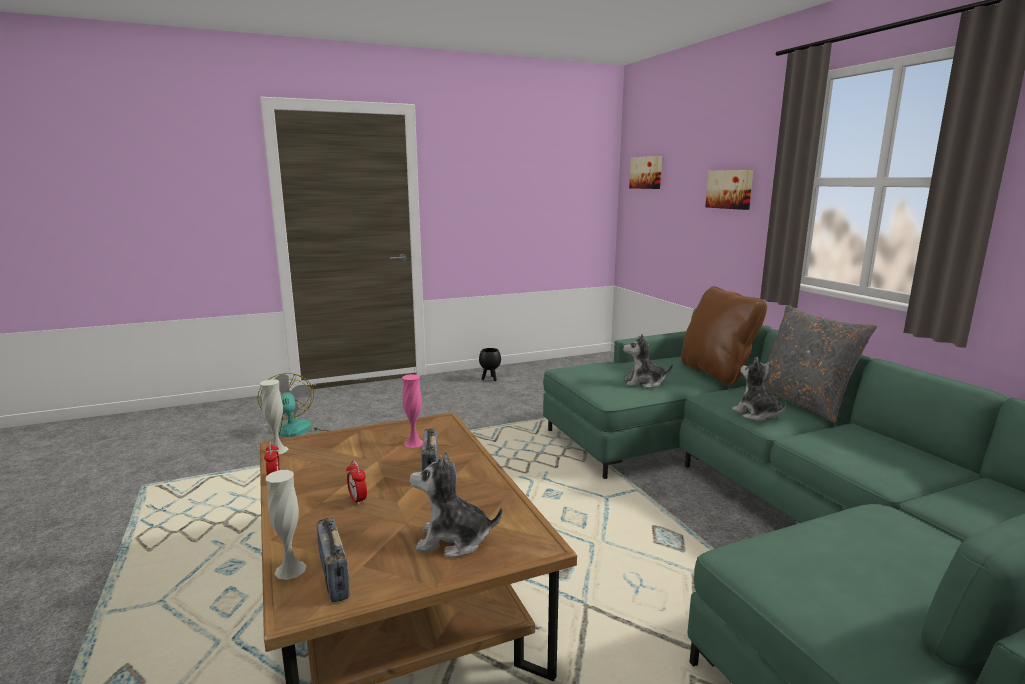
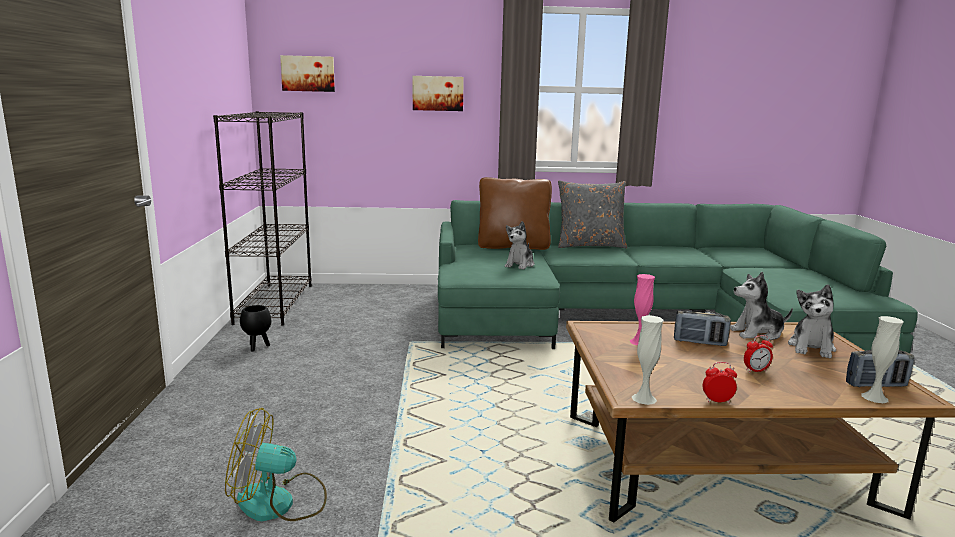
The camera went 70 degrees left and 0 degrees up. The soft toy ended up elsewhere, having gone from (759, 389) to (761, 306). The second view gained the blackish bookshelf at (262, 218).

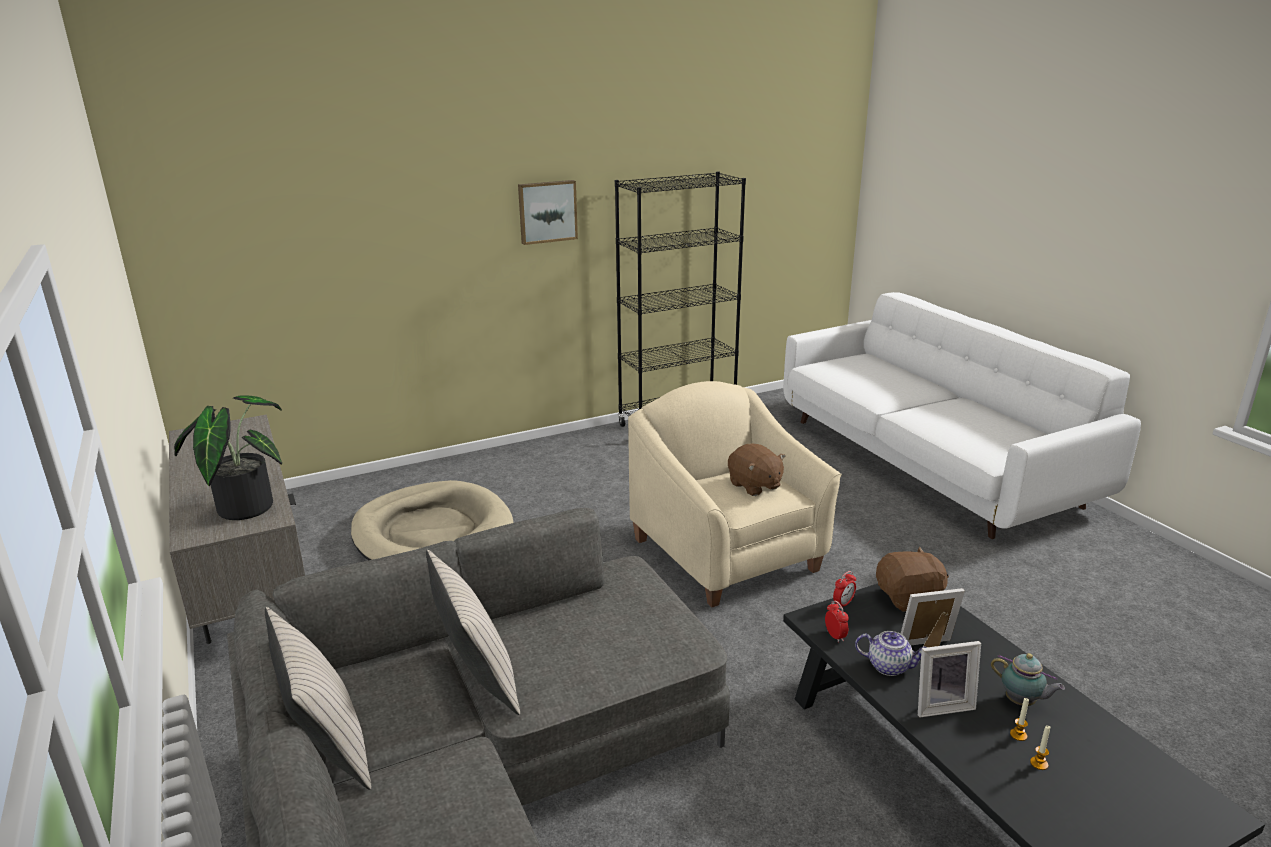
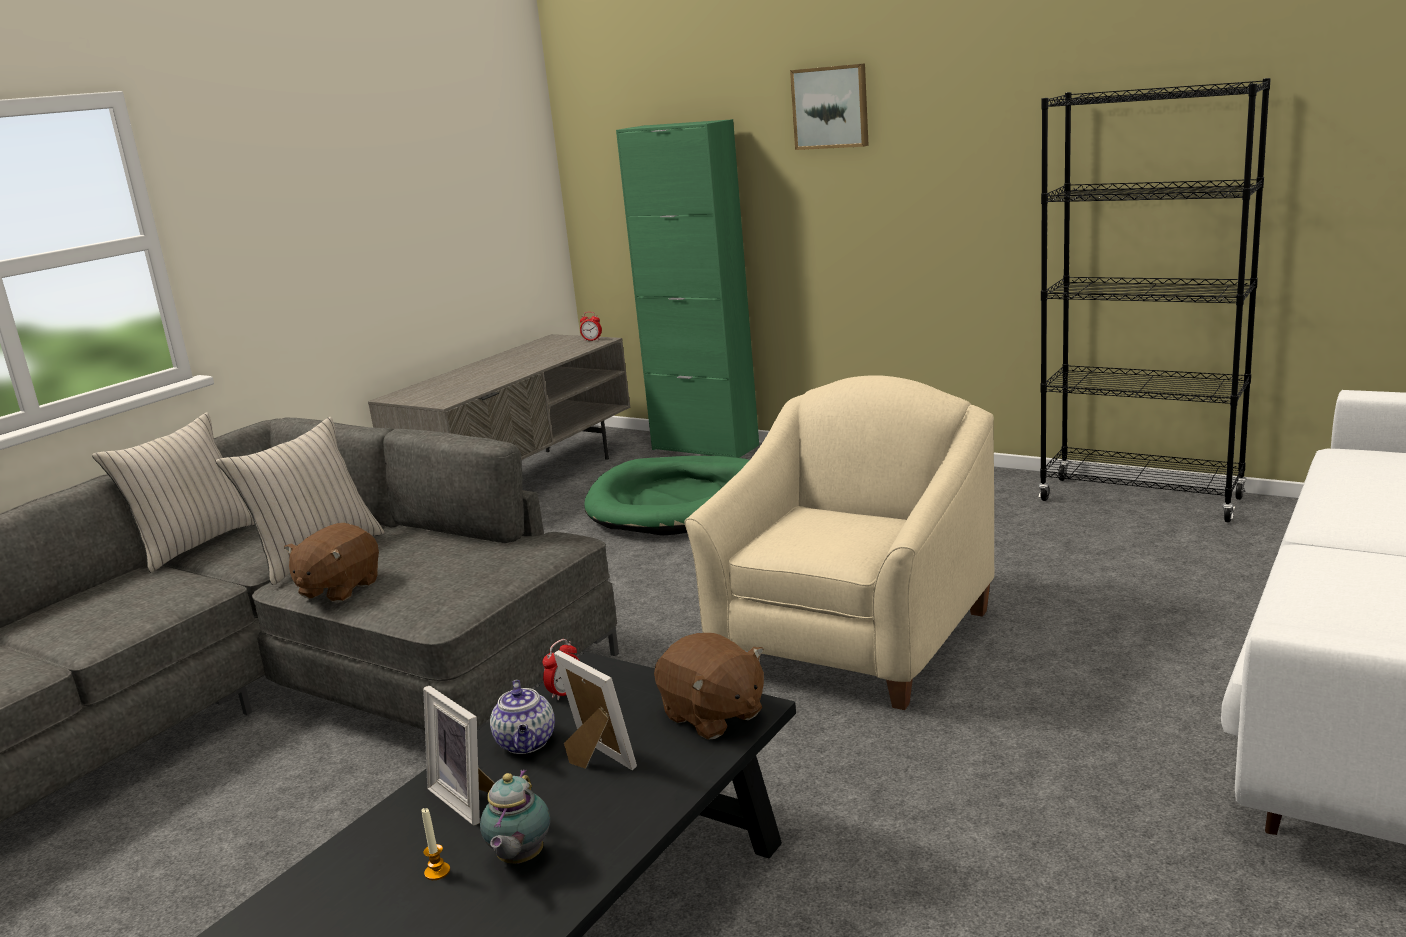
The camera went 60 degrees right and 5 degrees down. The picture ended up elsewhere, having gone from (548, 212) to (829, 106). The second view lost the potted plant at (228, 457). The brownish soft toy ended up elsewhere, having gone from (756, 469) to (331, 563). What was the sand-coloured pet bed at (432, 520) turned into the green pet bed at (666, 495). The table clock ended up elsewhere, having gone from (844, 590) to (591, 326). The second view lost the wax candle at (1040, 747). The second view gained the green cupboard at (687, 288).

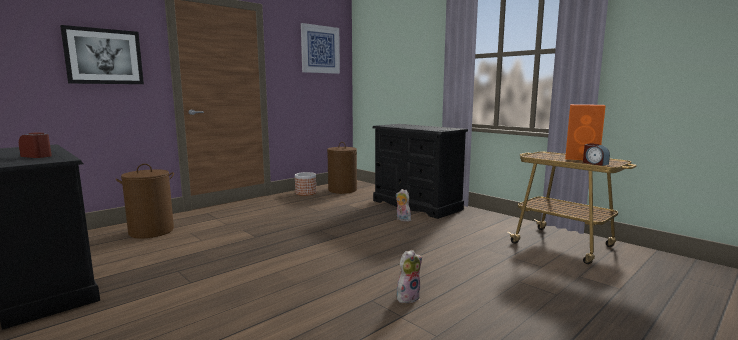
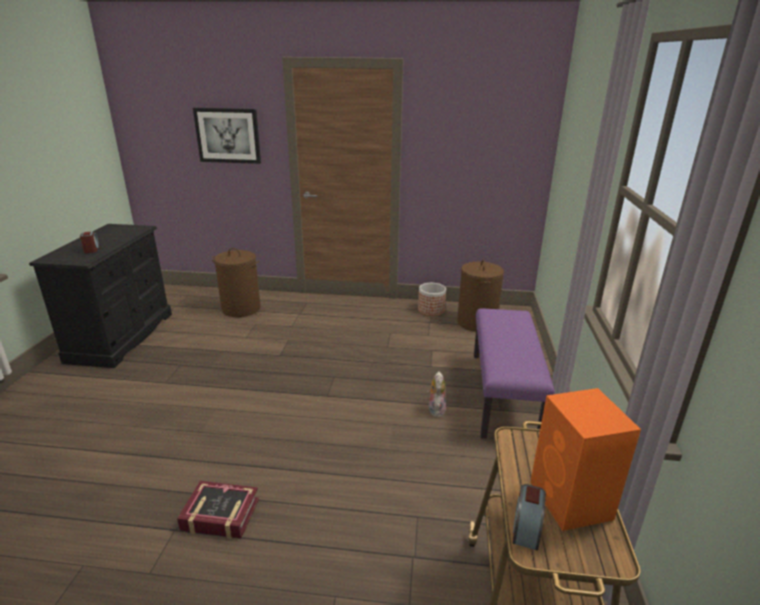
The camera went 50 degrees right and 15 degrees up. The second view lost the picture at (320, 48). Where the blackish dresser stood at (420, 171), the purplish long seat came to stand at (514, 373). Where the soft toy stood at (409, 276), the book came to stand at (218, 510).

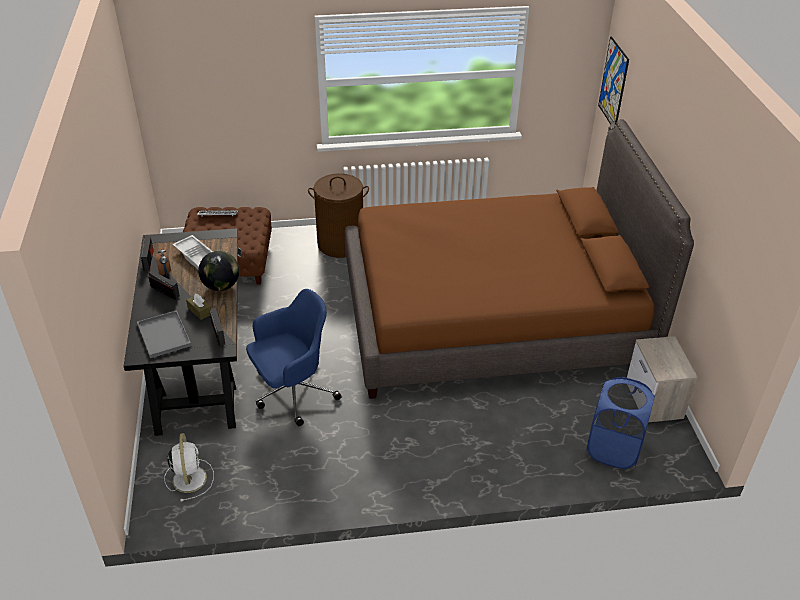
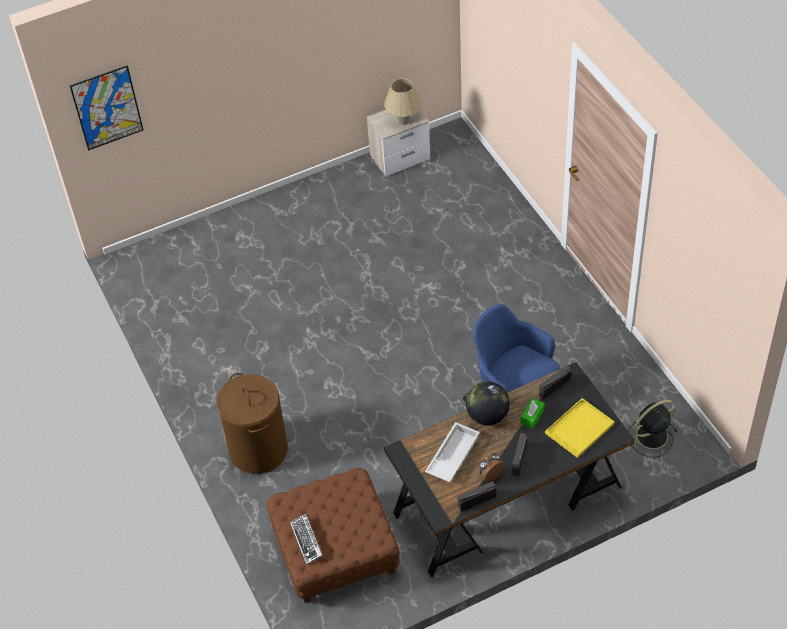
The camera went 105 degrees left and 10 degrees up. The second view lost the brownish sleeping bed at (519, 259). What was the brownish tissue box at (198, 307) turned into the green tissue box at (532, 413). What was the gray serving tray at (164, 334) turned into the yellow serving tray at (580, 428). The second view lost the blue hamper at (621, 423). What was the white fan at (189, 467) turned into the blackish fan at (652, 429). The second view gained the sand-coloured lamp for a table at (403, 101).

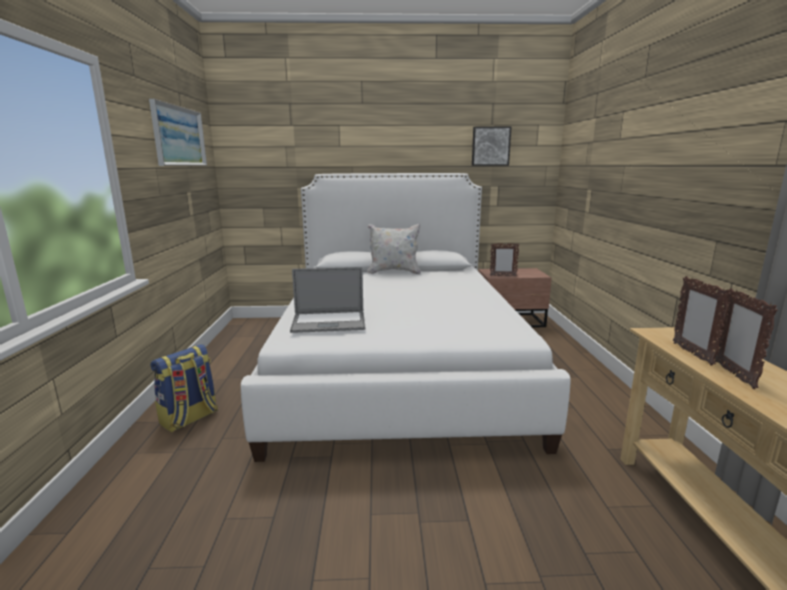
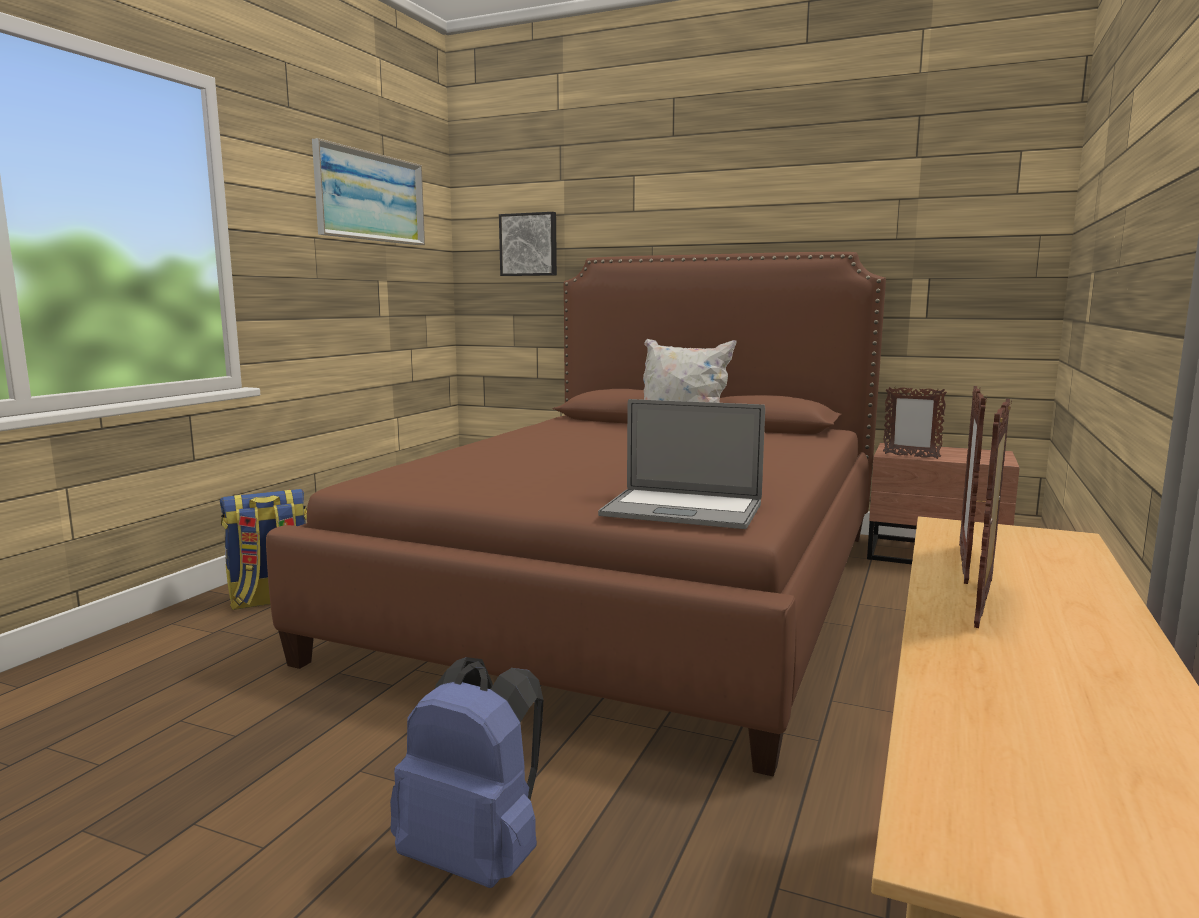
The camera went 25 degrees right and 5 degrees down. The picture ended up elsewhere, having gone from (491, 146) to (528, 244). What was the white sleeping bed at (406, 317) turned into the brownish sleeping bed at (576, 514). The notebook computer ended up elsewhere, having gone from (327, 300) to (681, 464). The second view gained the blue backpack at (466, 772).

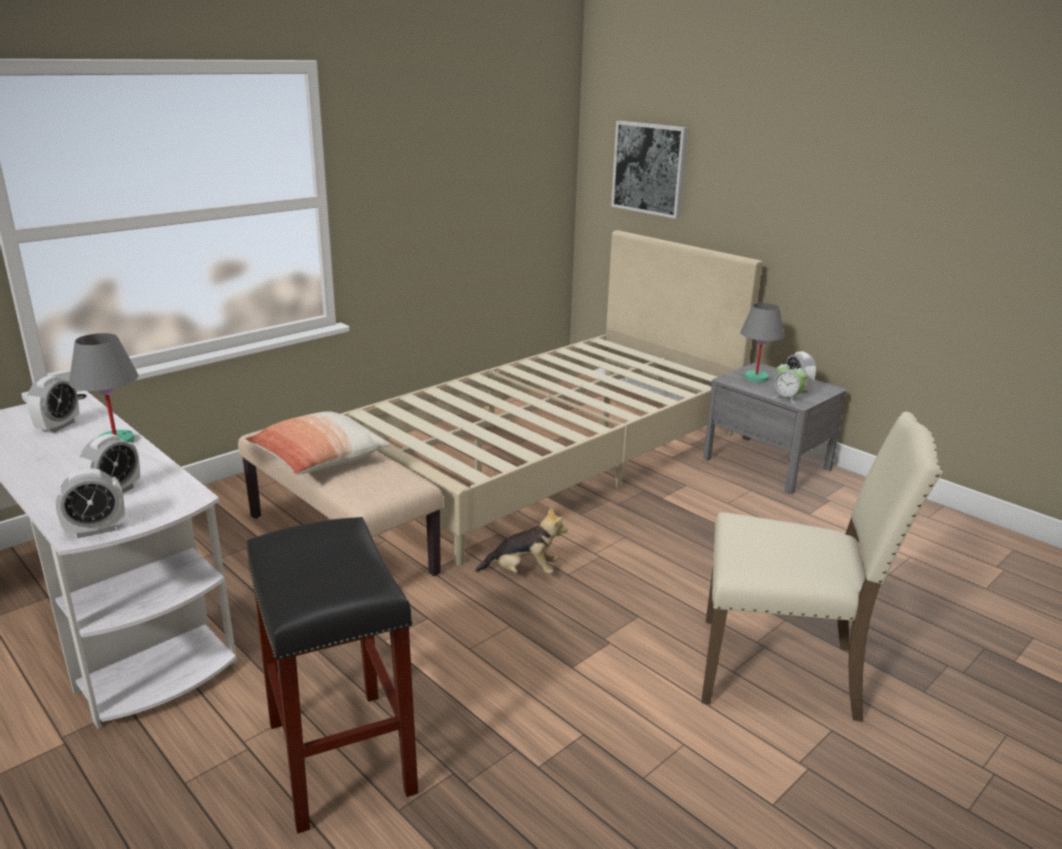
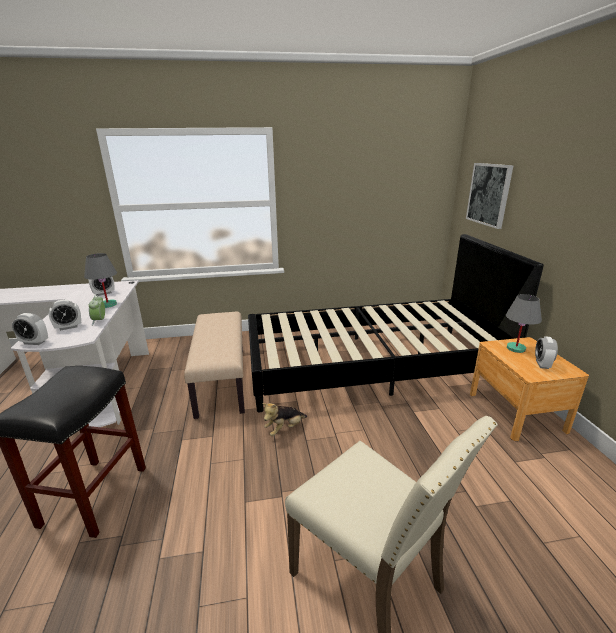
The camera went 35 degrees right and 0 degrees up. What was the sand-coloured sleeping bed at (551, 398) turned into the blackish sleeping bed at (396, 323). The table clock ended up elsewhere, having gone from (790, 382) to (97, 310). What was the gray nightstand at (774, 428) turned into the brownish nightstand at (529, 389). The second view lost the throw pillow at (317, 443). The soft toy at (521, 540) ended up facing another way, 105 degrees clockwise from before.

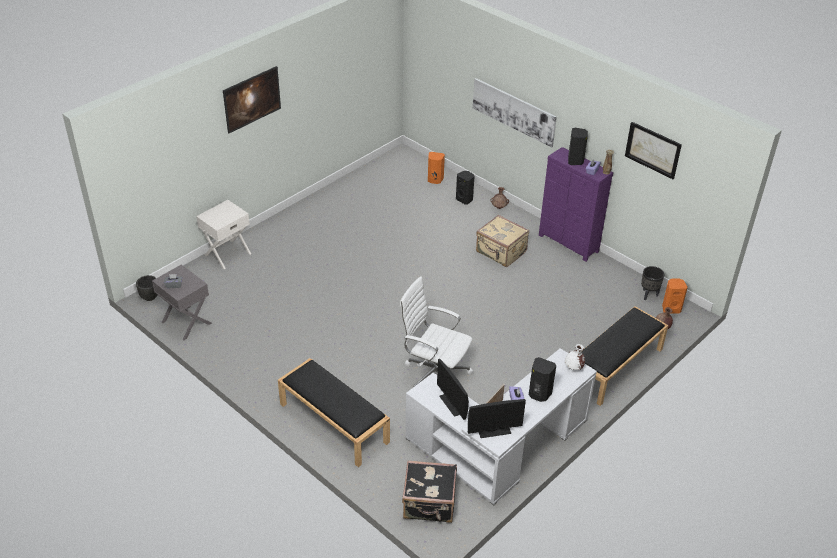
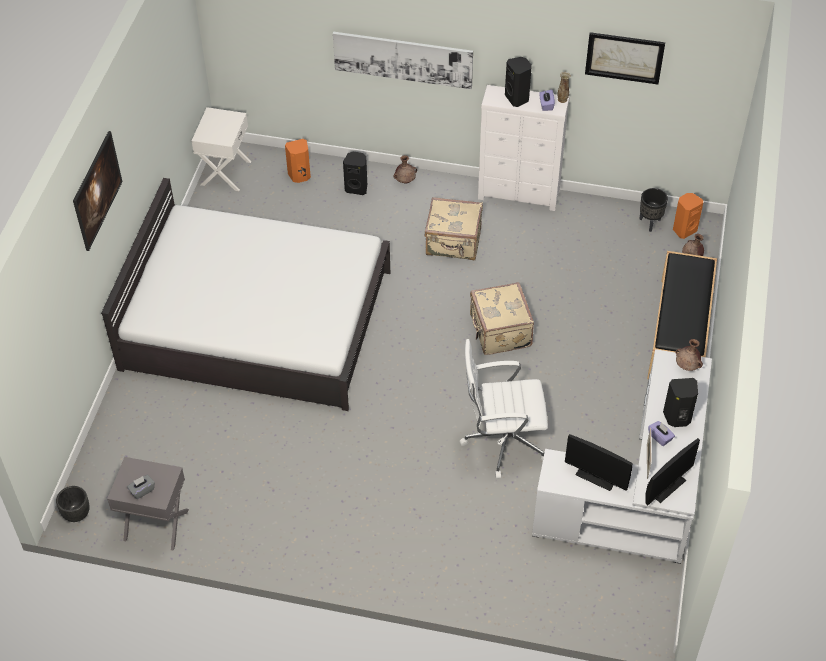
The camera went 30 degrees left and 10 degrees up. What was the purplish dresser at (576, 204) turned into the white dresser at (524, 148). The white nightstand ended up elsewhere, having gone from (223, 234) to (221, 149). What was the white vase at (575, 357) turned into the brownish vase at (689, 355). The second view lost the blackish long seat at (334, 412). The second view lost the blackish piece of luggage at (429, 492). The second view gained the white sleeping bed at (245, 294). The second view gained the sand-coloured piece of luggage at (502, 318).

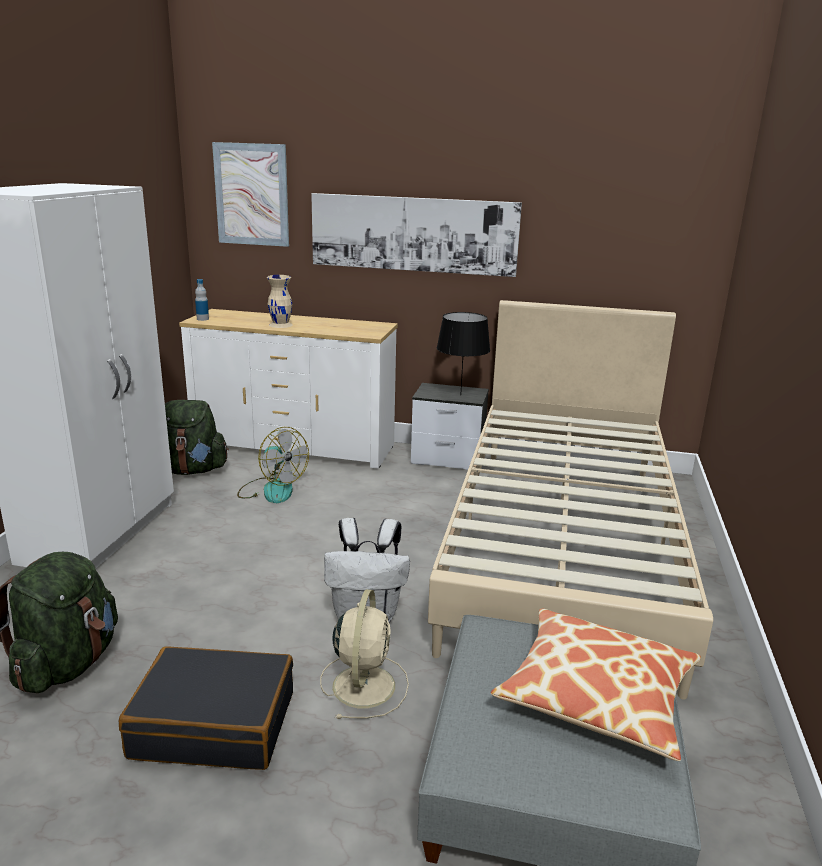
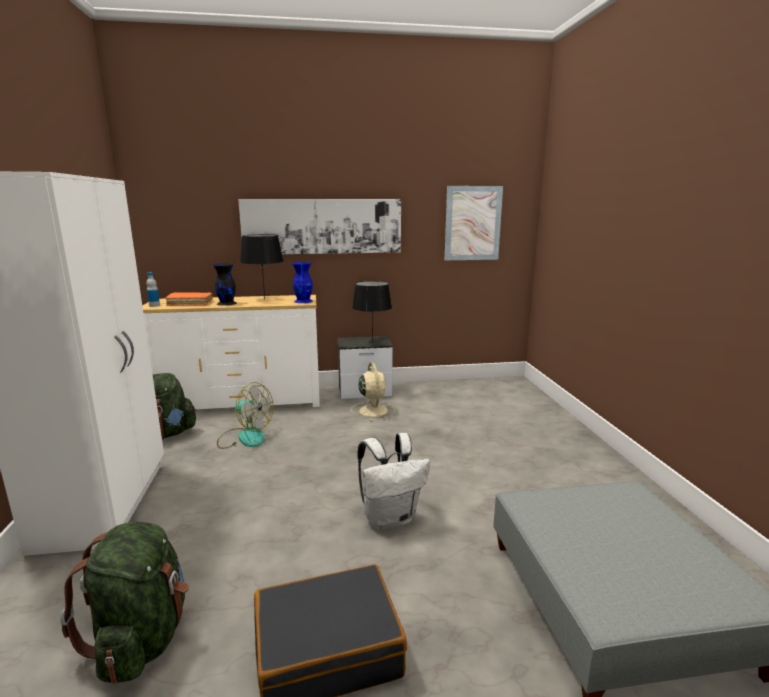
The camera went 20 degrees left and 5 degrees down. The picture ended up elsewhere, having gone from (250, 194) to (474, 223). What was the sand-coloured vase at (280, 301) turned into the blackish vase at (225, 284). The second view lost the sand-coloured sleeping bed at (570, 500). The sand-coloured fan ended up elsewhere, having gone from (364, 654) to (373, 391). The second view lost the throw pillow at (596, 685). The second view gained the blackish lamp for a table at (261, 266). The second view gained the blue vase at (302, 282). The second view gained the orange book at (189, 299).

